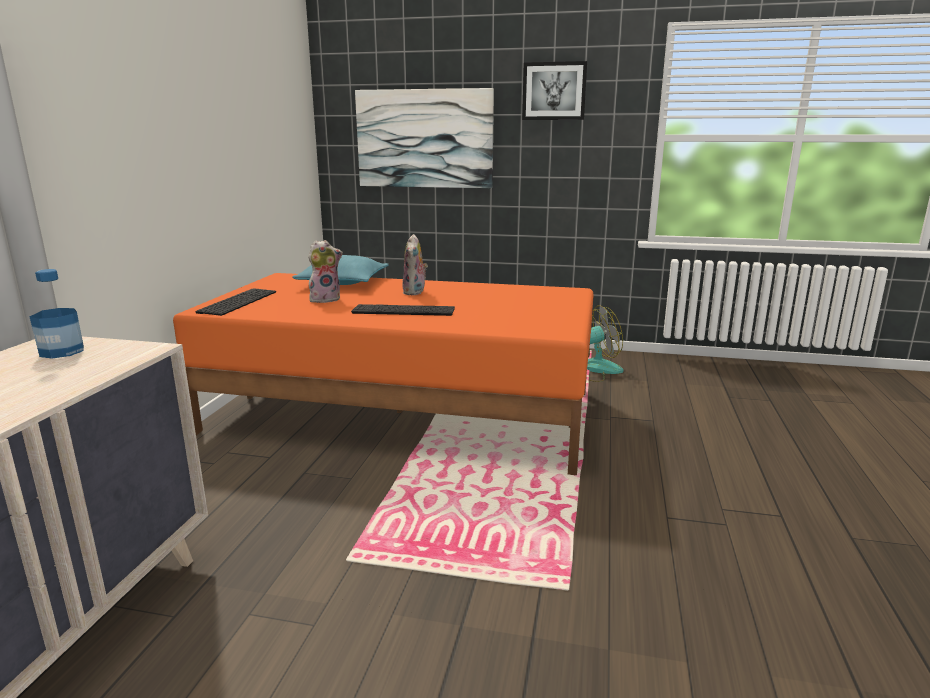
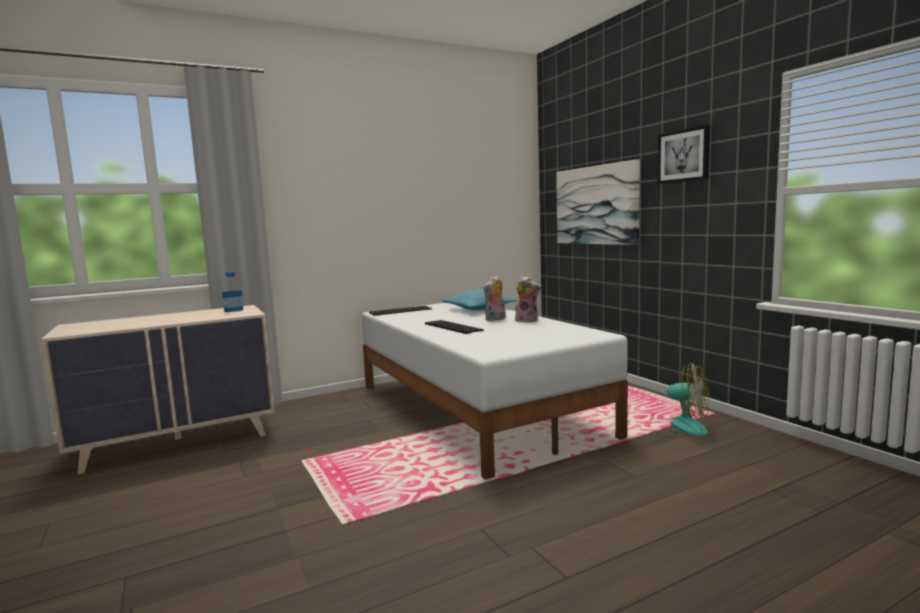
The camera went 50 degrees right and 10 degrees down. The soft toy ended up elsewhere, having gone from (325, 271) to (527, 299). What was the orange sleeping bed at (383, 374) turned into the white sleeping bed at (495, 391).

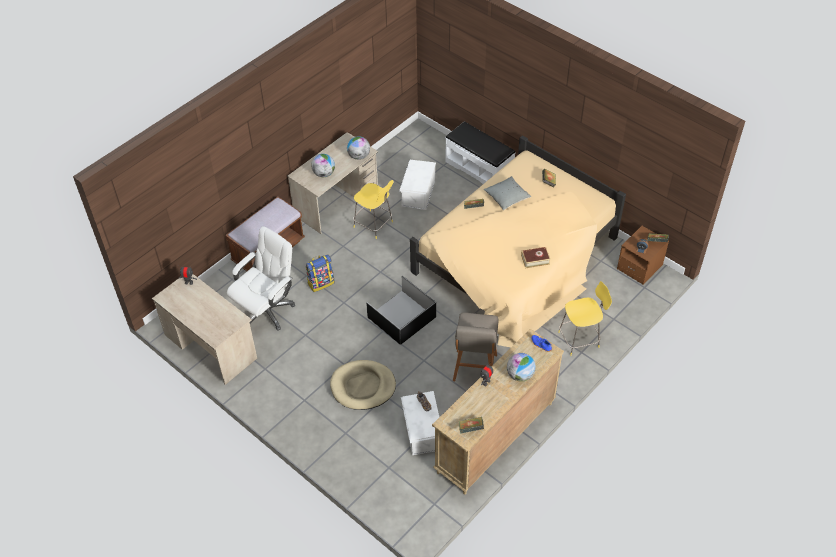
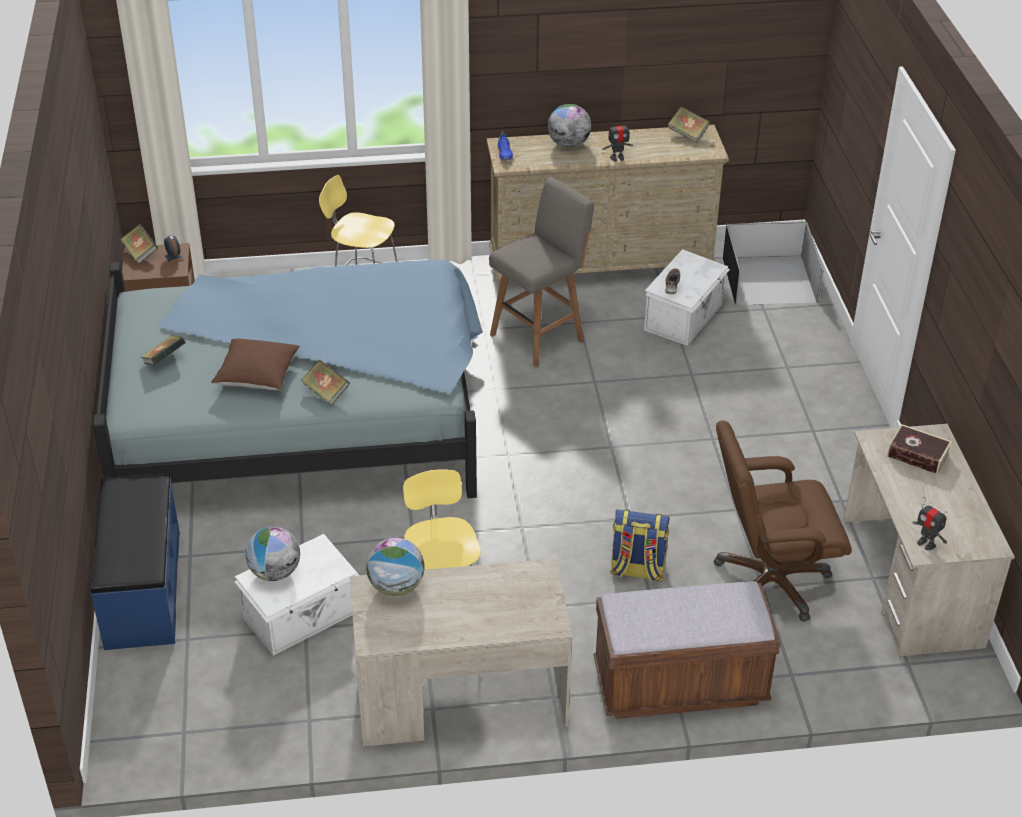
The camera went 140 degrees left and 10 degrees down. What was the white long seat at (480, 152) turned into the blue long seat at (135, 561). What was the sand-coloured sleeping bed at (518, 241) turned into the blue sleeping bed at (288, 379). The world globe ended up elsewhere, having gone from (323, 165) to (272, 554). What was the gray throw pillow at (508, 193) turned into the brownish throw pillow at (255, 364). What was the white computer chair at (261, 278) turned into the brownish computer chair at (782, 521). The book ended up elsewhere, having gone from (536, 257) to (919, 449). The blackish storage container ended up elsewhere, having gone from (401, 310) to (773, 263). The second view lost the sand-coloured pet bed at (363, 385).

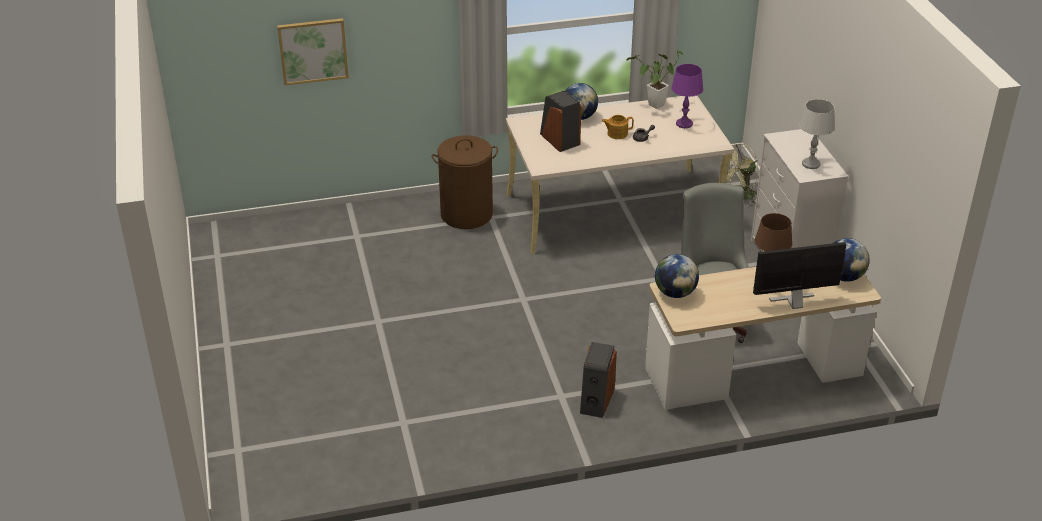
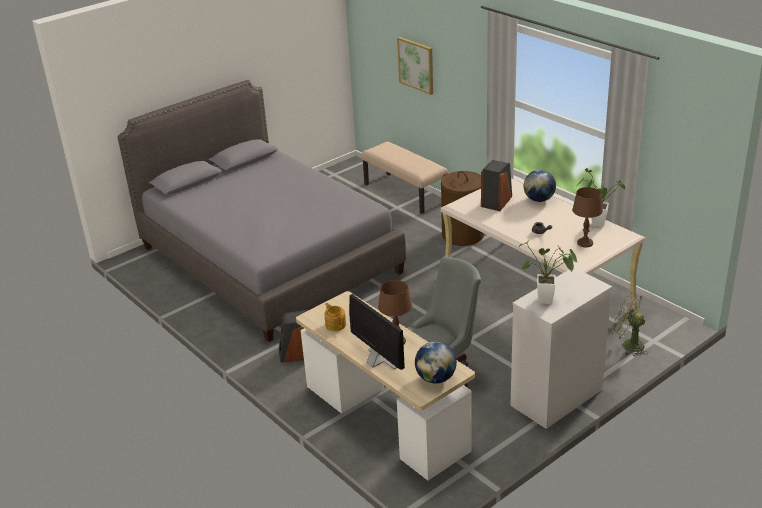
The camera went 65 degrees right and 5 degrees down. What was the purplish lamp for a table at (687, 96) turned into the brownish lamp for a table at (587, 217). Where the gray lamp for a table stood at (817, 134), the potted plant came to stand at (548, 272). The pot for tea ended up elsewhere, having gone from (618, 127) to (335, 317). The second view lost the world globe at (677, 276). The second view gained the gray sleeping bed at (261, 211). The second view gained the sand-coloured long seat at (404, 178).

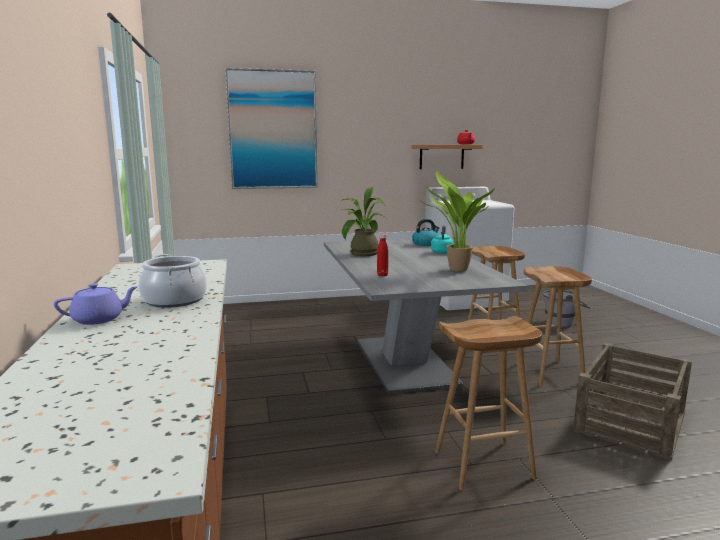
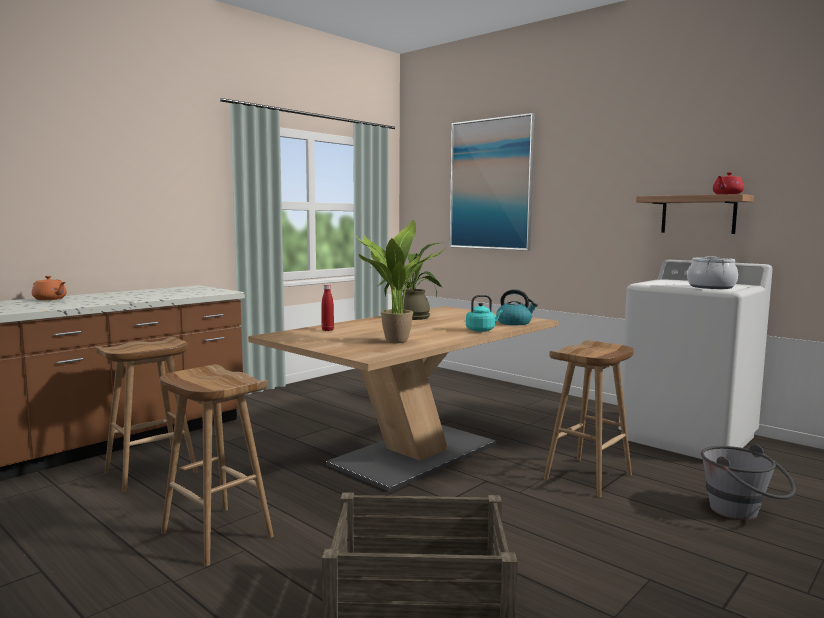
The camera went 55 degrees right and 5 degrees down. What was the gray dining table at (426, 317) turned into the brownish dining table at (403, 399). The stockpot ended up elsewhere, having gone from (172, 281) to (712, 272). The brownish stool seat ended up elsewhere, having gone from (557, 326) to (146, 414). What was the purplish pot for tea at (96, 304) turned into the orange pot for tea at (49, 288).

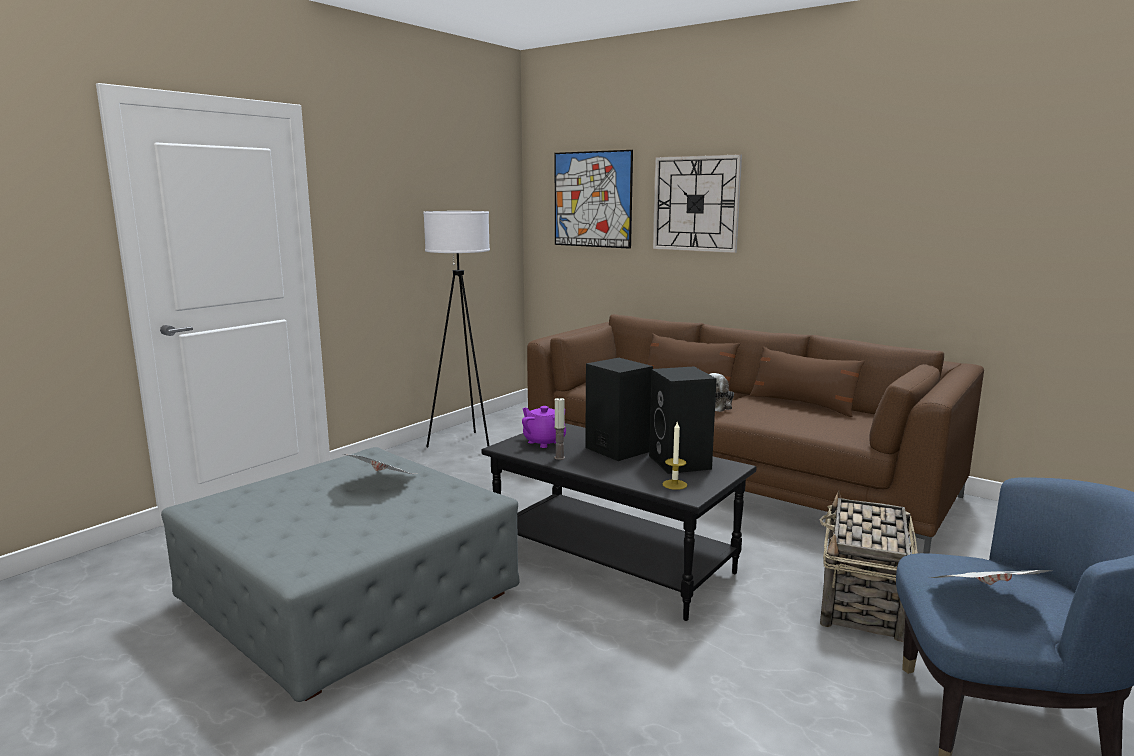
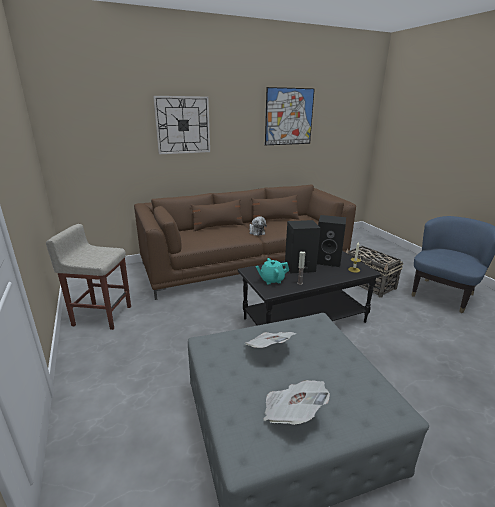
The camera went 60 degrees left and 10 degrees up. The picture ended up elsewhere, having gone from (594, 199) to (290, 116). Where the white standard lamp stood at (456, 329), the sand-coloured stool seat came to stand at (88, 277). What was the purplish pot for tea at (544, 427) turned into the blue-green pot for tea at (272, 271). The printed paper ended up elsewhere, having gone from (991, 577) to (296, 402).

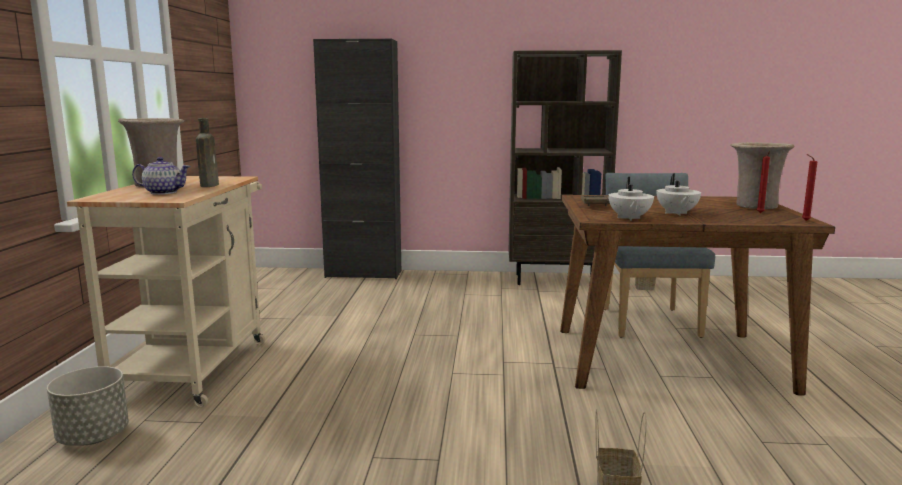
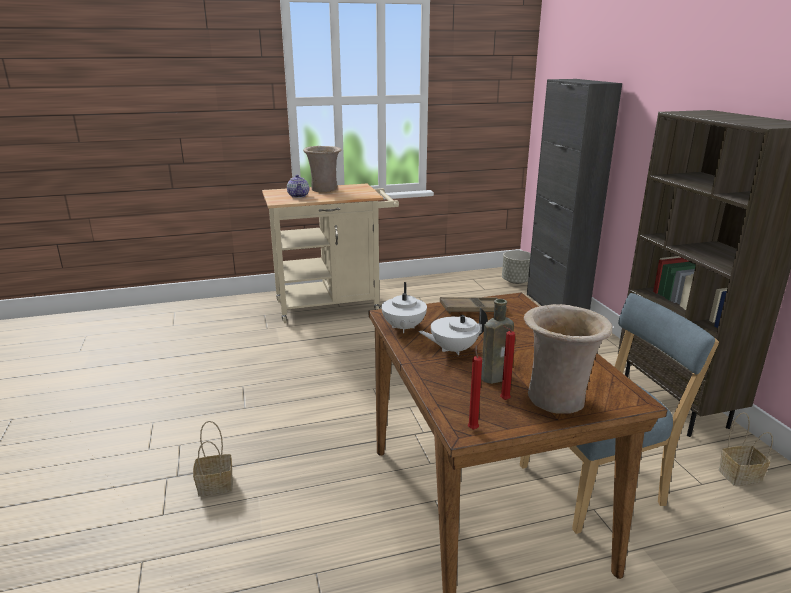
The camera went 70 degrees right and 10 degrees up. The brownish bottle ended up elsewhere, having gone from (207, 152) to (497, 341). The white pot for tea at (631, 199) ended up facing another way, 75 degrees counterclockwise from before. The gray planter ended up elsewhere, having gone from (88, 406) to (516, 267).

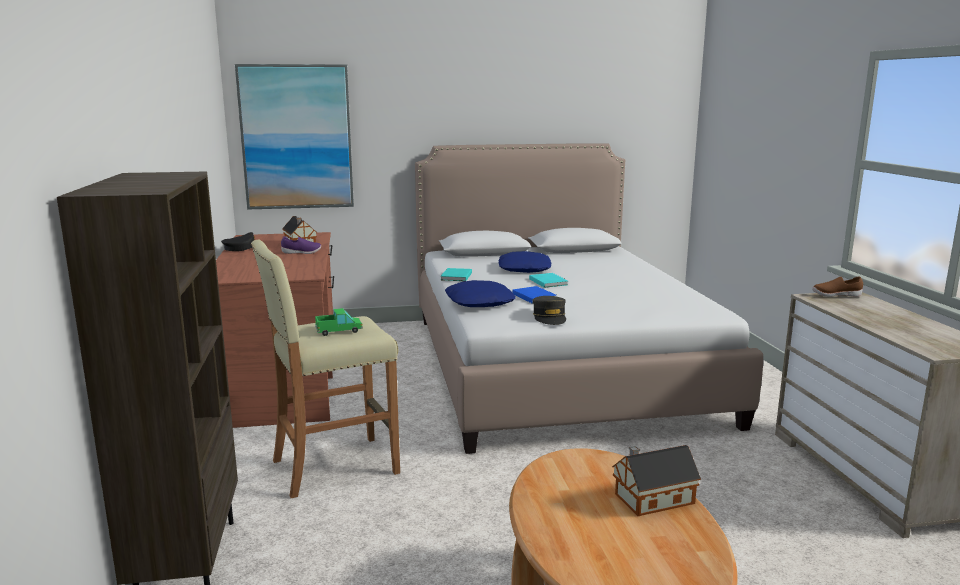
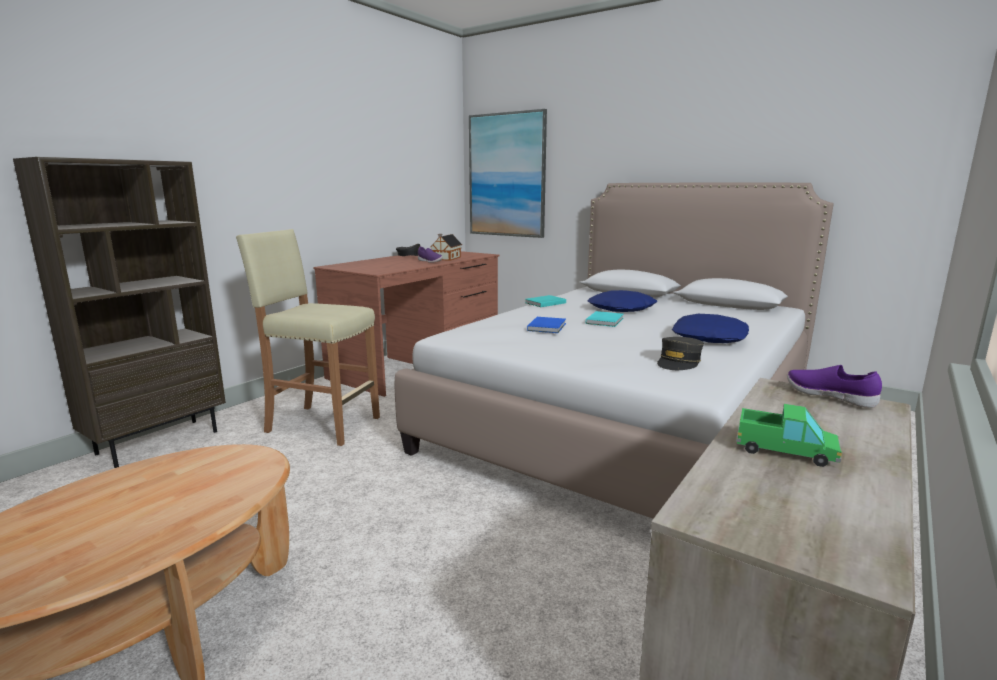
The camera went 45 degrees right and 0 degrees up. What was the brownish shoe at (837, 286) turned into the purplish shoe at (834, 386). The blue throw pillow ended up elsewhere, having gone from (480, 293) to (710, 328). The gray cap ended up elsewhere, having gone from (549, 310) to (680, 353). The toy lorry ended up elsewhere, having gone from (339, 322) to (789, 435). The second view lost the model house at (656, 480).

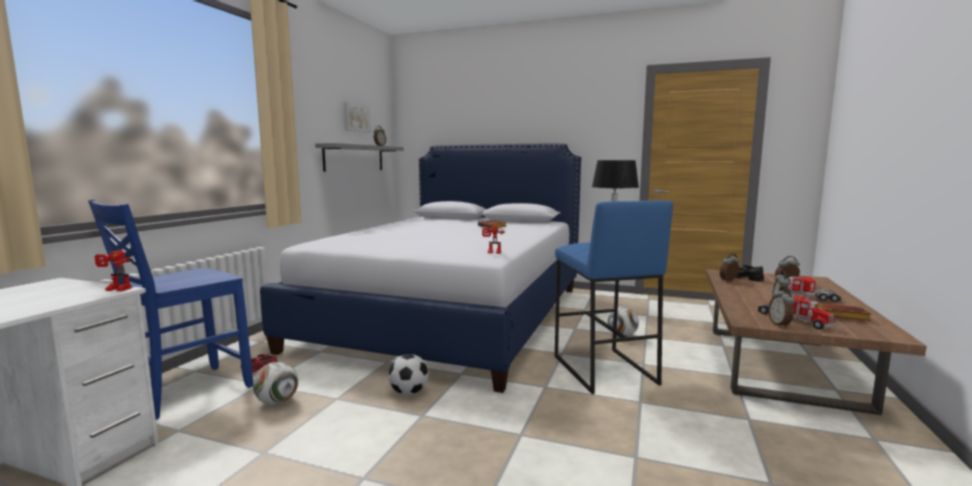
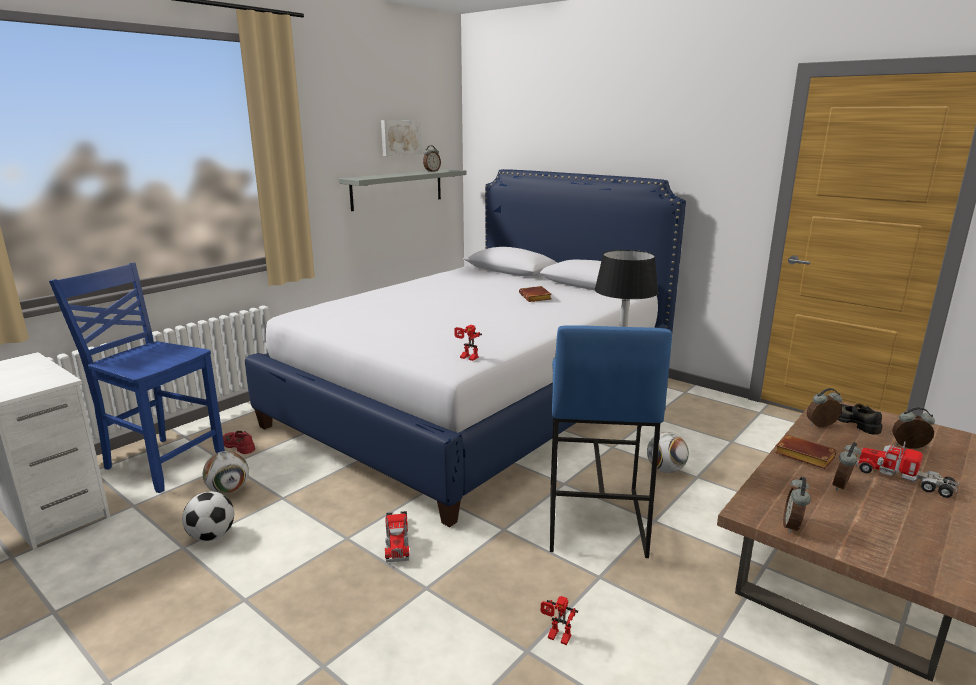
The camera went 20 degrees right and 10 degrees up. The blue plain chair at (170, 309) ended up facing another way, 60 degrees clockwise from before. The model robot ended up elsewhere, having gone from (114, 270) to (559, 620). The toy lorry ended up elsewhere, having gone from (797, 312) to (397, 537). The brownish book ended up elsewhere, having gone from (843, 312) to (805, 452). The football ball ended up elsewhere, having gone from (408, 374) to (208, 516).

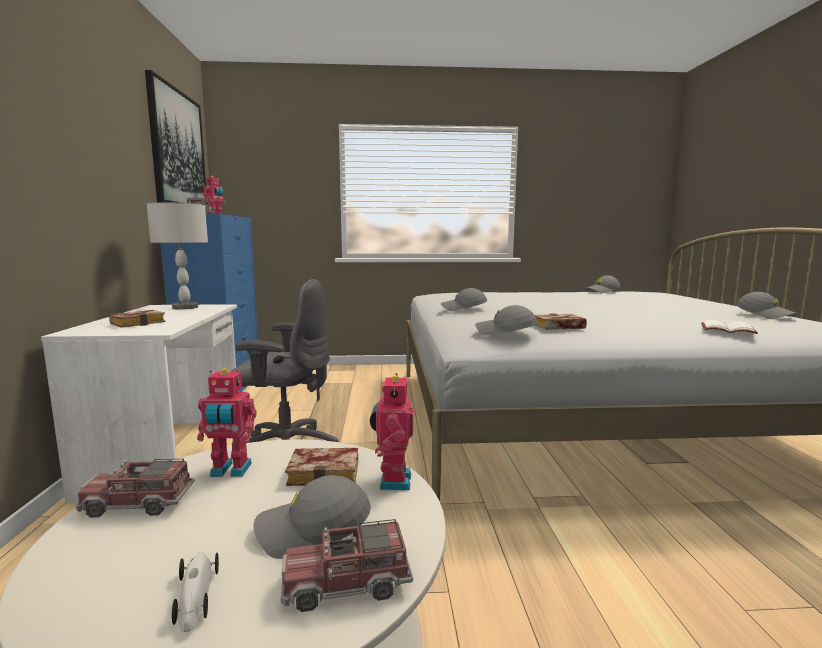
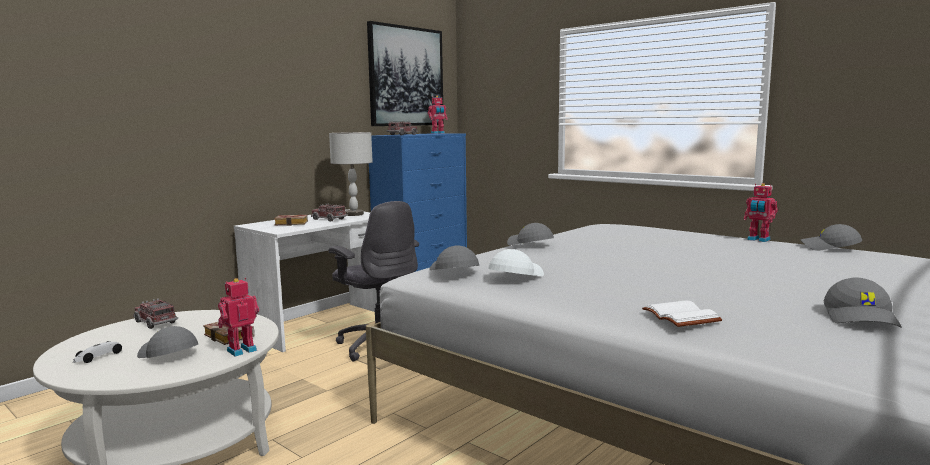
The camera went 45 degrees right and 0 degrees up. Where the book stood at (561, 321), the white cap came to stand at (516, 262). The model robot ended up elsewhere, having gone from (227, 422) to (761, 212). The toy lorry ended up elsewhere, having gone from (347, 565) to (329, 212).

